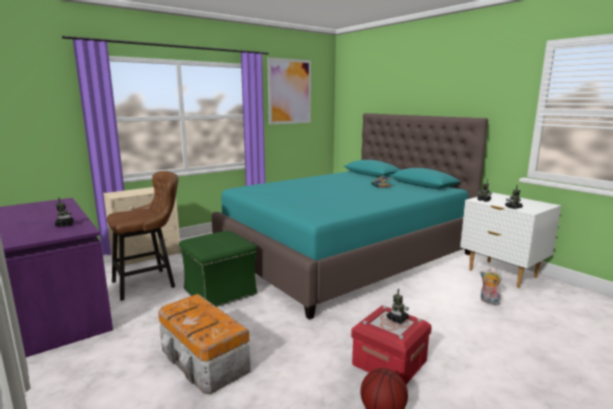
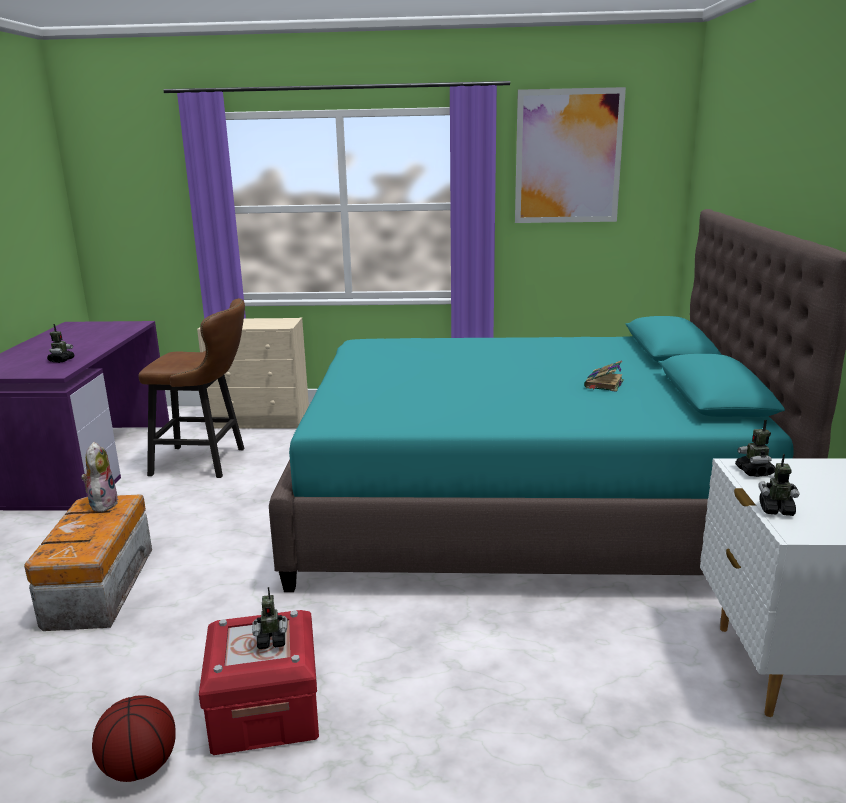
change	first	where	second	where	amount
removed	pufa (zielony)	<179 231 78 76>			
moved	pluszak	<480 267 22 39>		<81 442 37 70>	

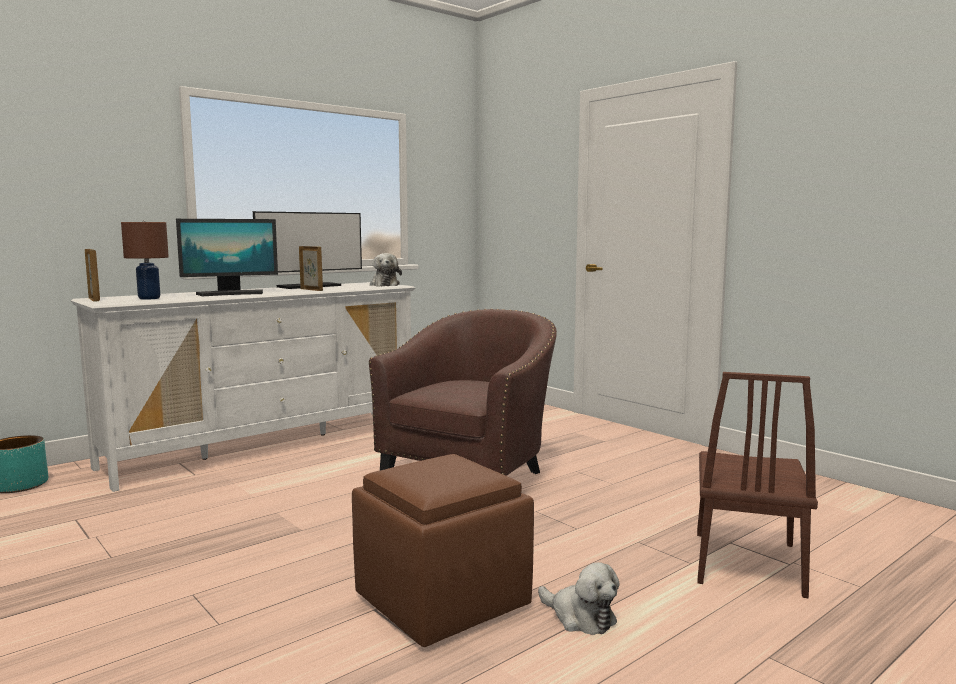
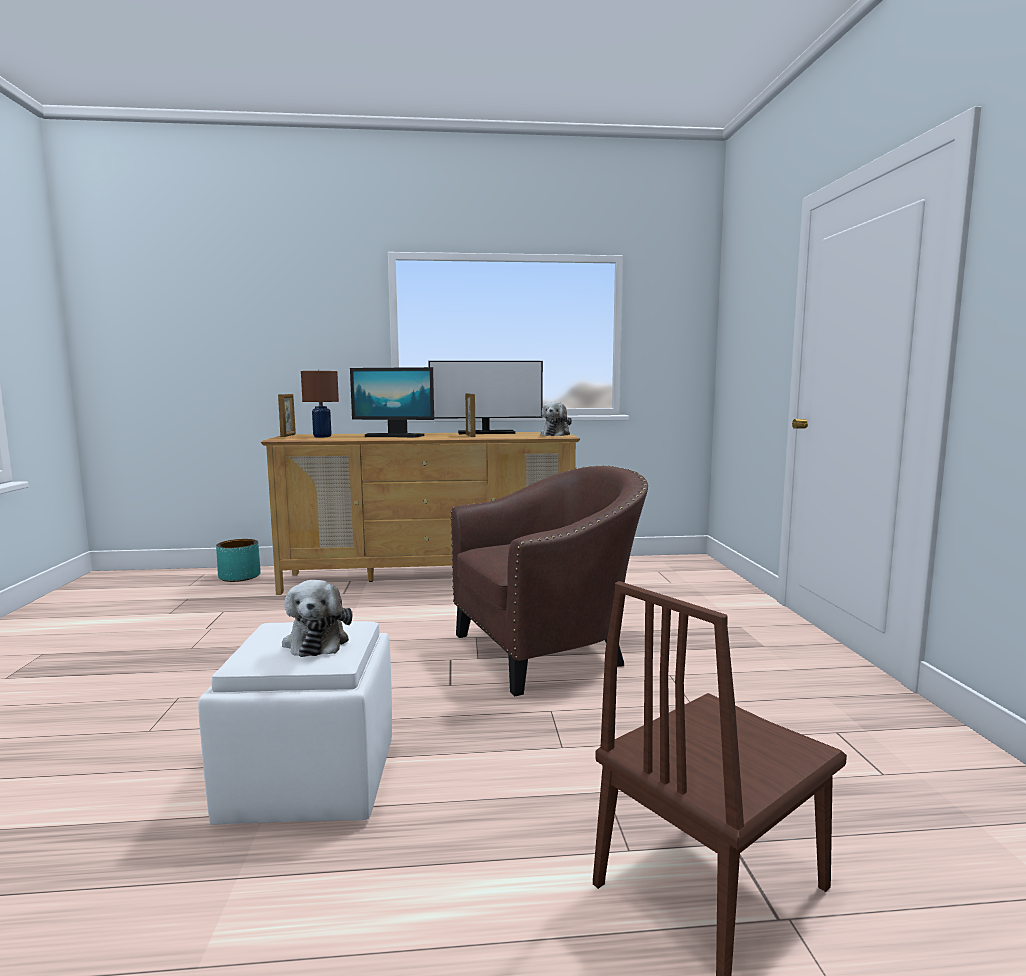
change	first	where	second	where	amount
recoloured	komoda (biały)	<71 282 345 210>	komoda (brązowy)	<261 432 319 163>	
recoloured	pufa (brązowy)	<352 454 182 193>	pufa (biały)	<198 621 194 204>	
moved	pluszak	<538 562 82 73>		<282 580 70 77>	

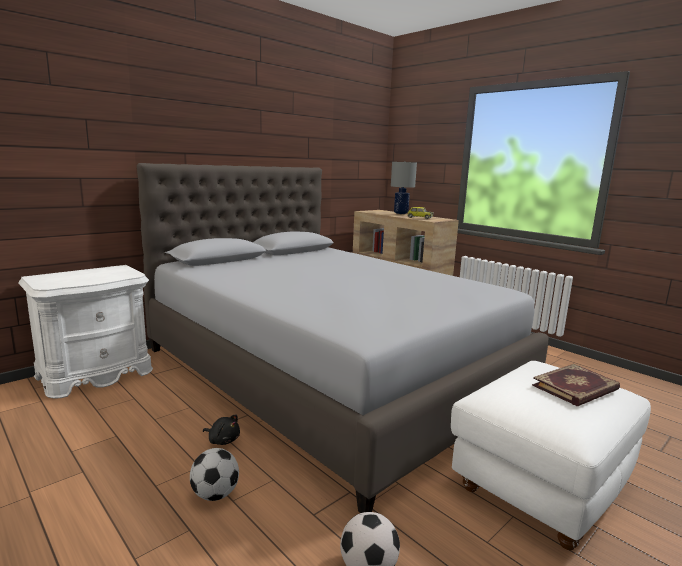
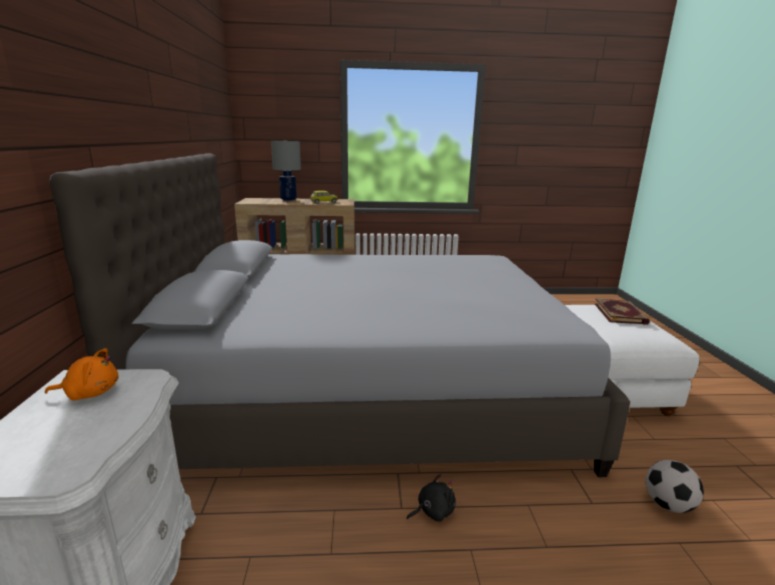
change	first	where	second	where	amount
removed	piłka futbolowa	<190 448 49 53>			
added			pluszak (pomarańczowy)	<45 348 74 52>	

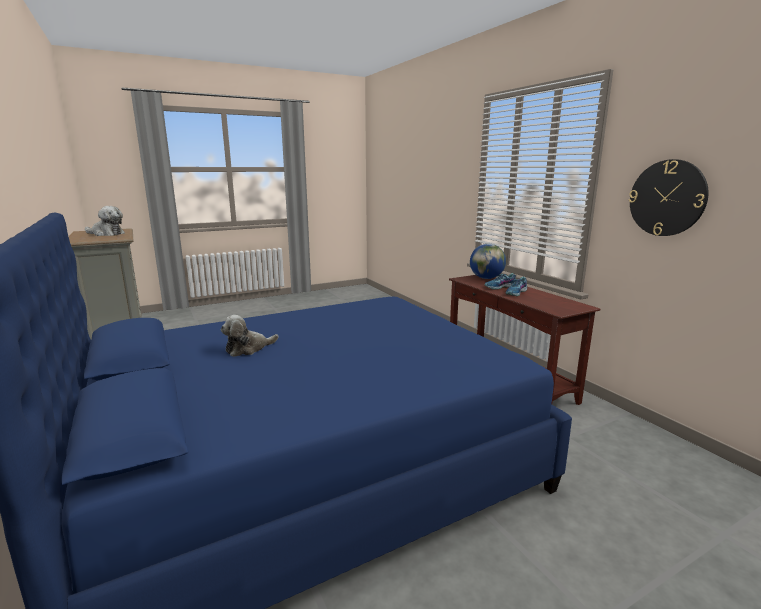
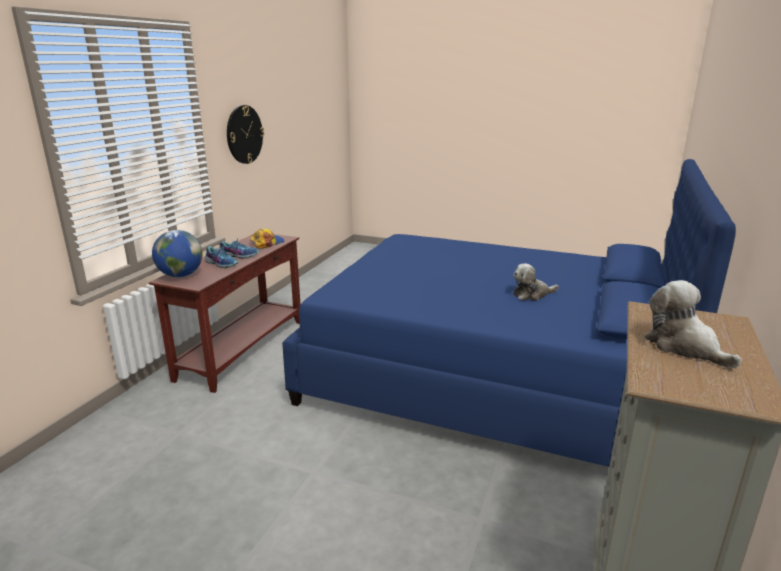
change	first	where	second	where	amount
turned	pluszak	<221 315 58 42>		<513 264 46 37>	150 degrees clockwise
added			czapka z daszkiem	<250 229 35 19>	

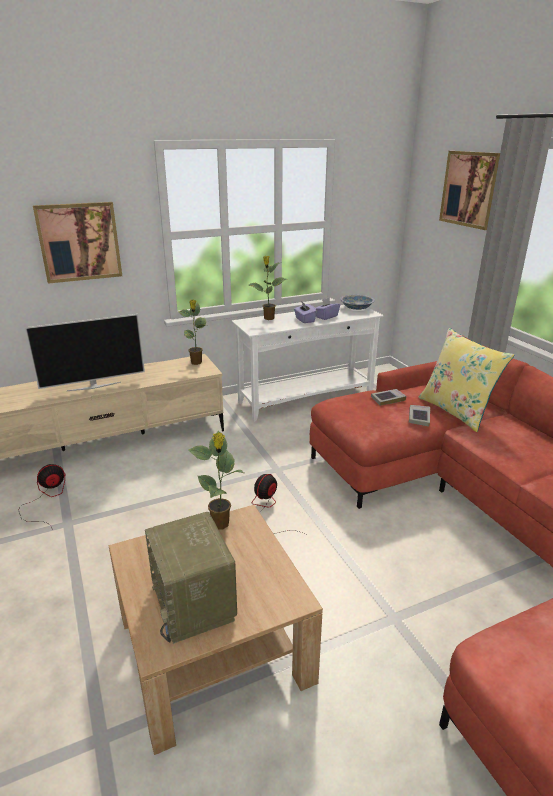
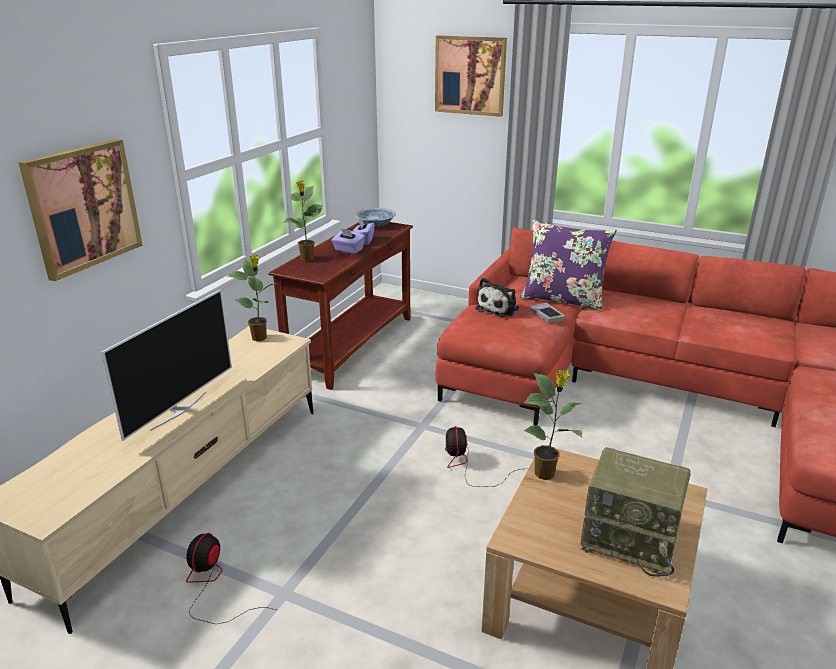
change	first	where	second	where	amount
recoloured	stolik konsolowy (biały)	<231 305 153 117>	stolik konsolowy (brązowy)	<268 222 145 168>	
replaced	książka	<371 389 35 17>	pluszak	<475 278 44 39>	
recoloured	poduszka (żółty)	<418 328 96 104>	poduszka (fioletowy)	<520 220 97 91>	

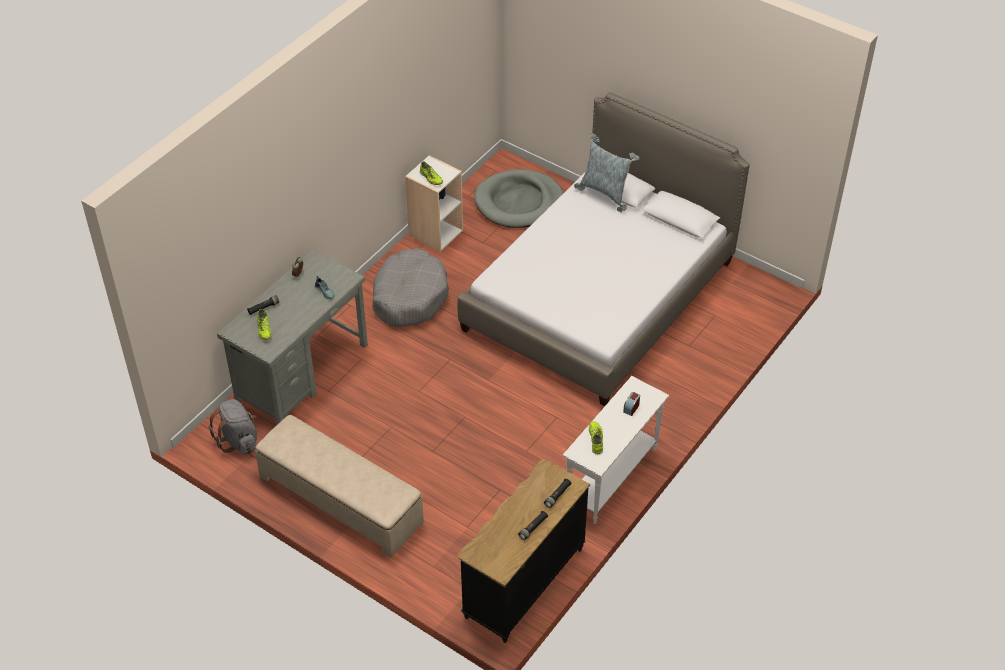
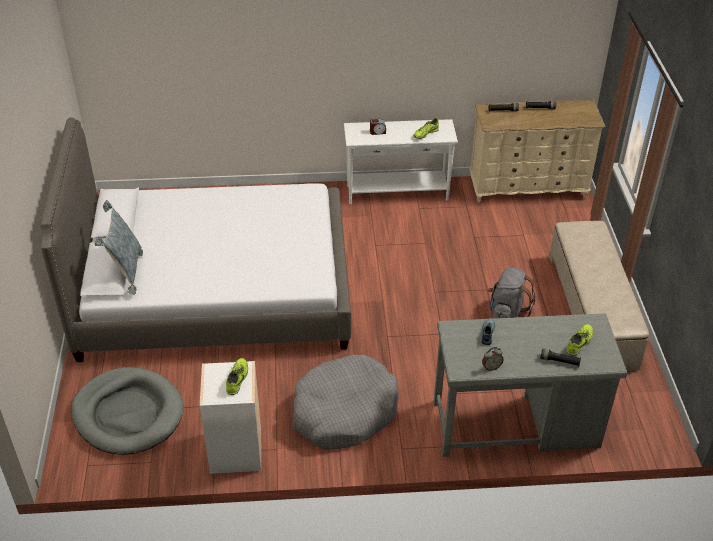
change	first	where	second	where	amount
moved	plecak (szary)	<209 399 48 56>		<488 268 47 51>	
recoloured	komoda (czarny)	<458 459 133 184>	komoda (beżowy)	<469 100 136 103>	

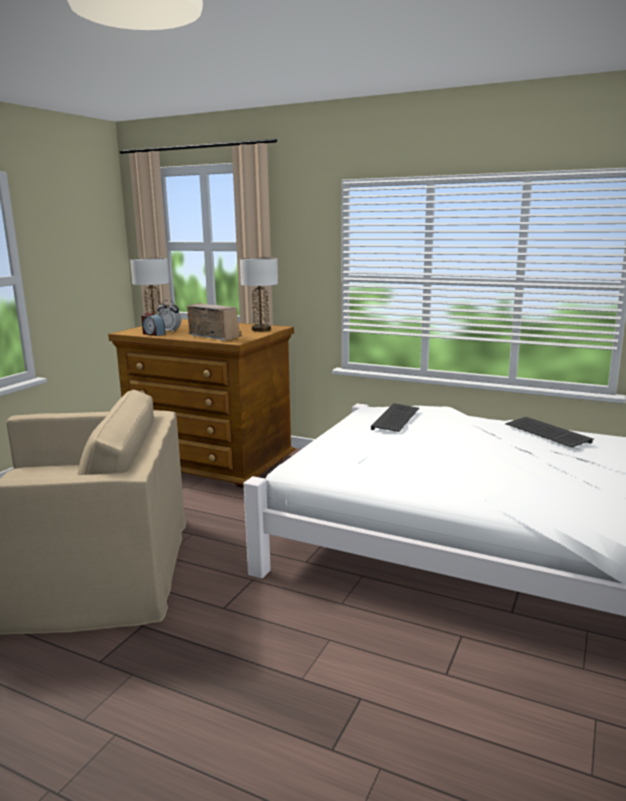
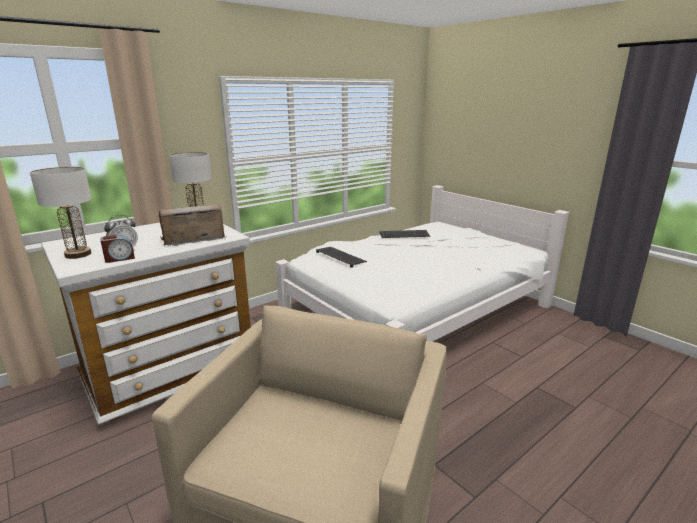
change	first	where	second	where	amount
recoloured	komoda (brązowy)	<108 319 187 169>	komoda (biały)	<41 222 210 203>	

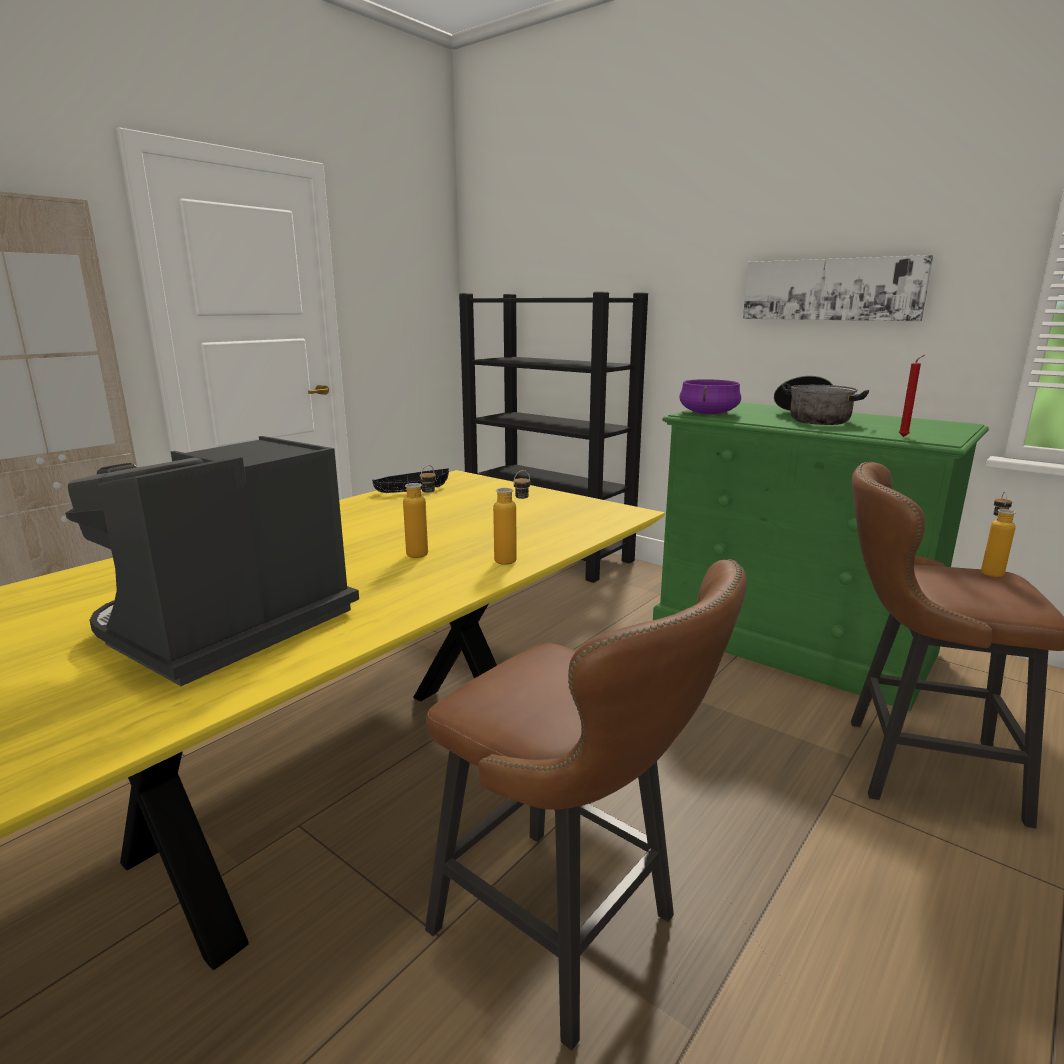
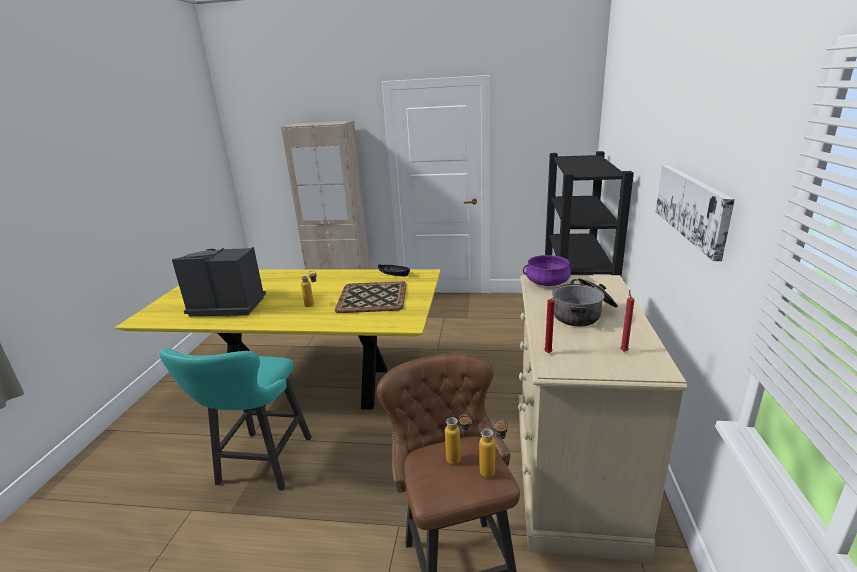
change	first	where	second	where	amount
recoloured	stołek (brązowy)	<425 559 322 492>	stołek (turkusowy)	<159 348 153 143>	
moved	butelka	<493 470 37 95>		<445 415 27 50>	
recoloured	komoda (zielony)	<653 403 336 308>	komoda (beżowy)	<518 275 170 287>	
added			taca	<335 281 72 32>	
added			świeca (czerwony)	<620 290 15 62>	

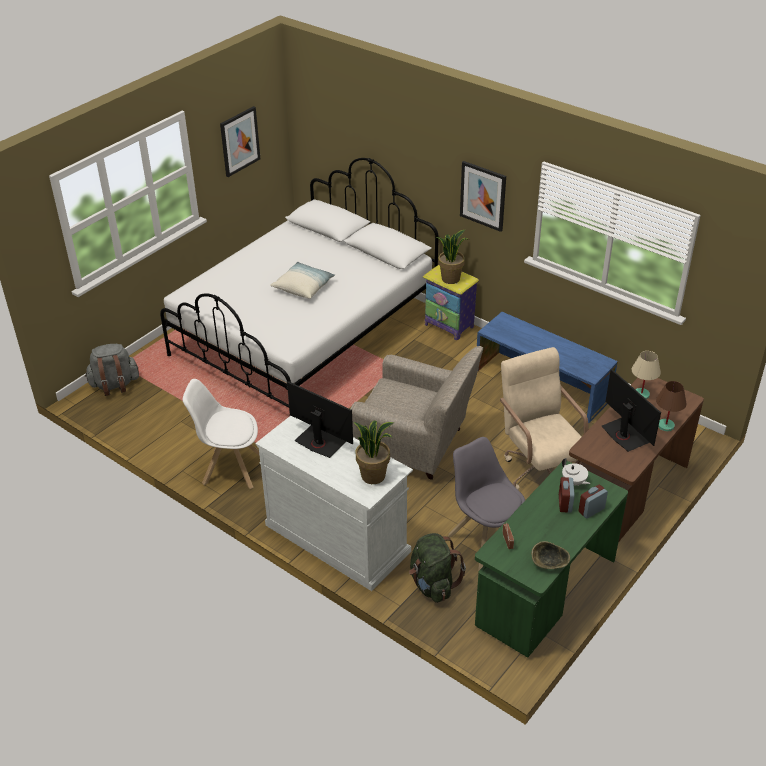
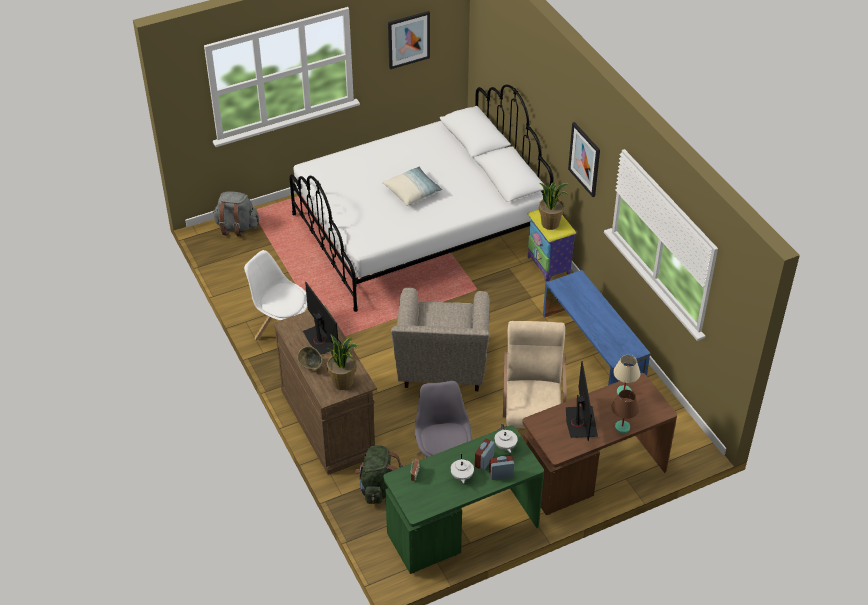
change	first	where	second	where	amount
recoloured	komoda (biały)	<255 416 158 175>	komoda (brązowy)	<273 305 104 170>	
turned	fotel (beżowy)	<351 346 132 134>		<391 288 99 103>	45 degrees clockwise
moved	miska	<531 541 39 28>		<297 346 26 24>	
added			imbryk (biały)	<450 453 24 31>	

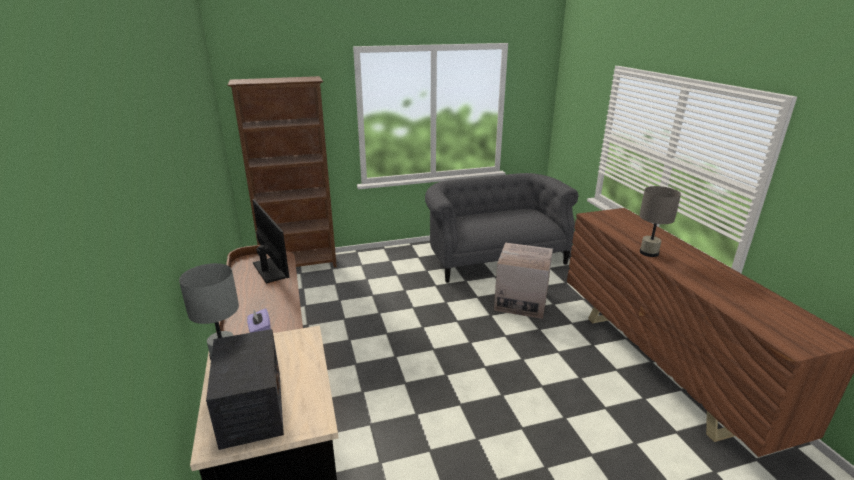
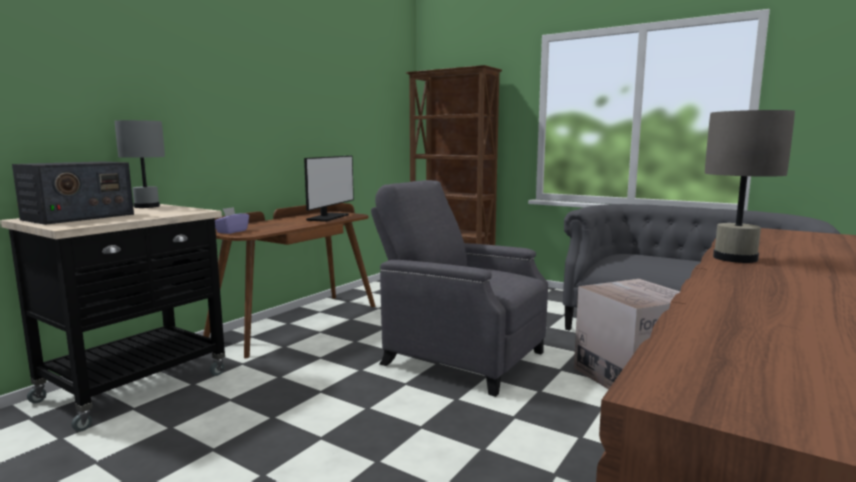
change	first	where	second	where	amount
added			fotel (szary)	<371 180 177 217>	

